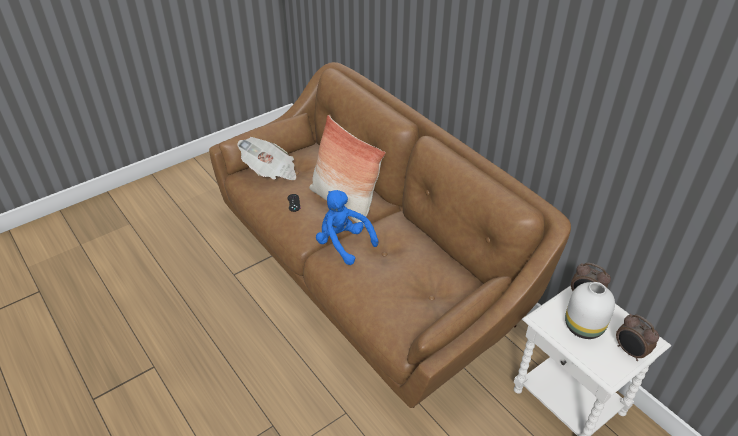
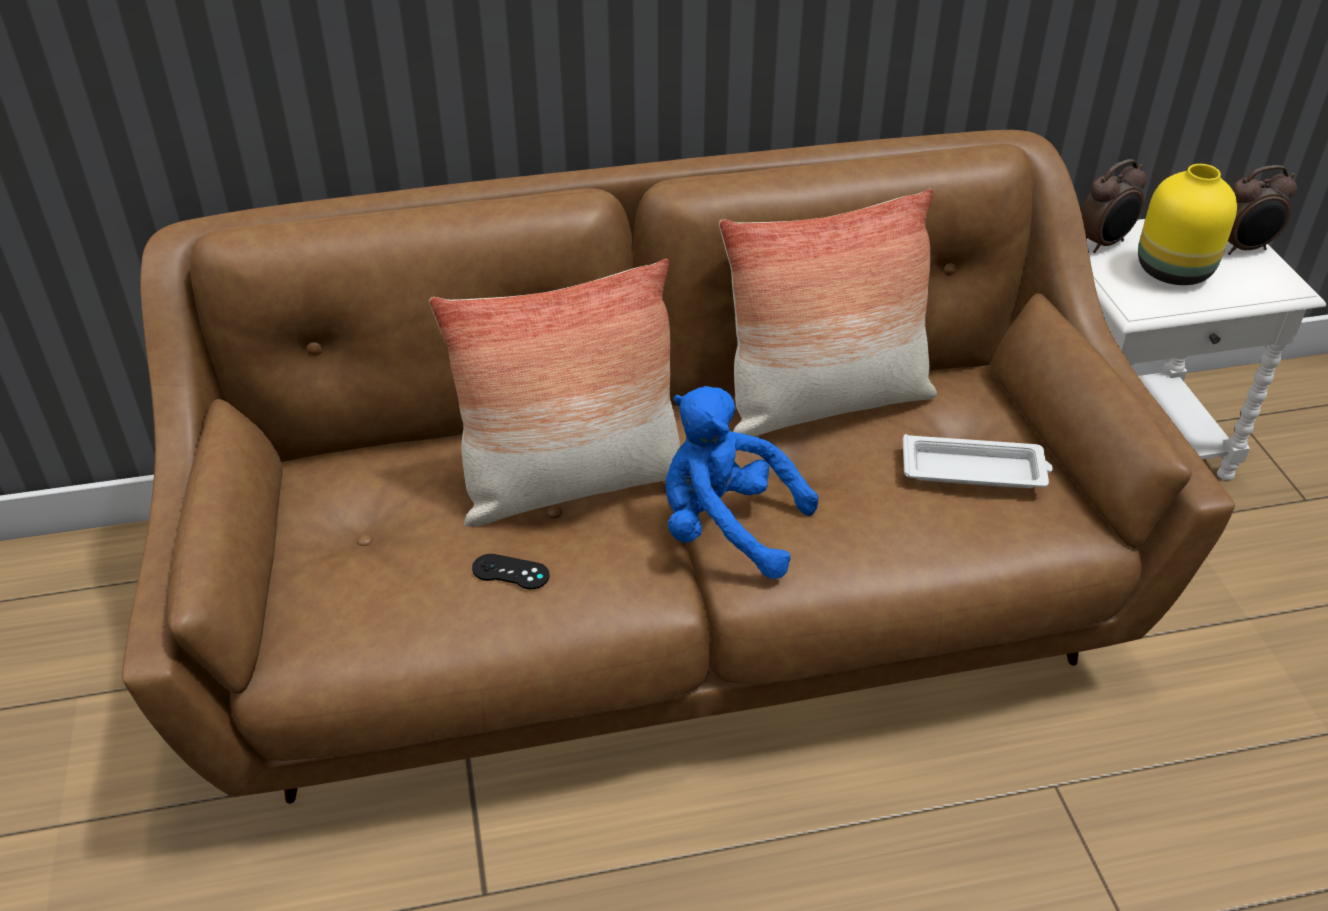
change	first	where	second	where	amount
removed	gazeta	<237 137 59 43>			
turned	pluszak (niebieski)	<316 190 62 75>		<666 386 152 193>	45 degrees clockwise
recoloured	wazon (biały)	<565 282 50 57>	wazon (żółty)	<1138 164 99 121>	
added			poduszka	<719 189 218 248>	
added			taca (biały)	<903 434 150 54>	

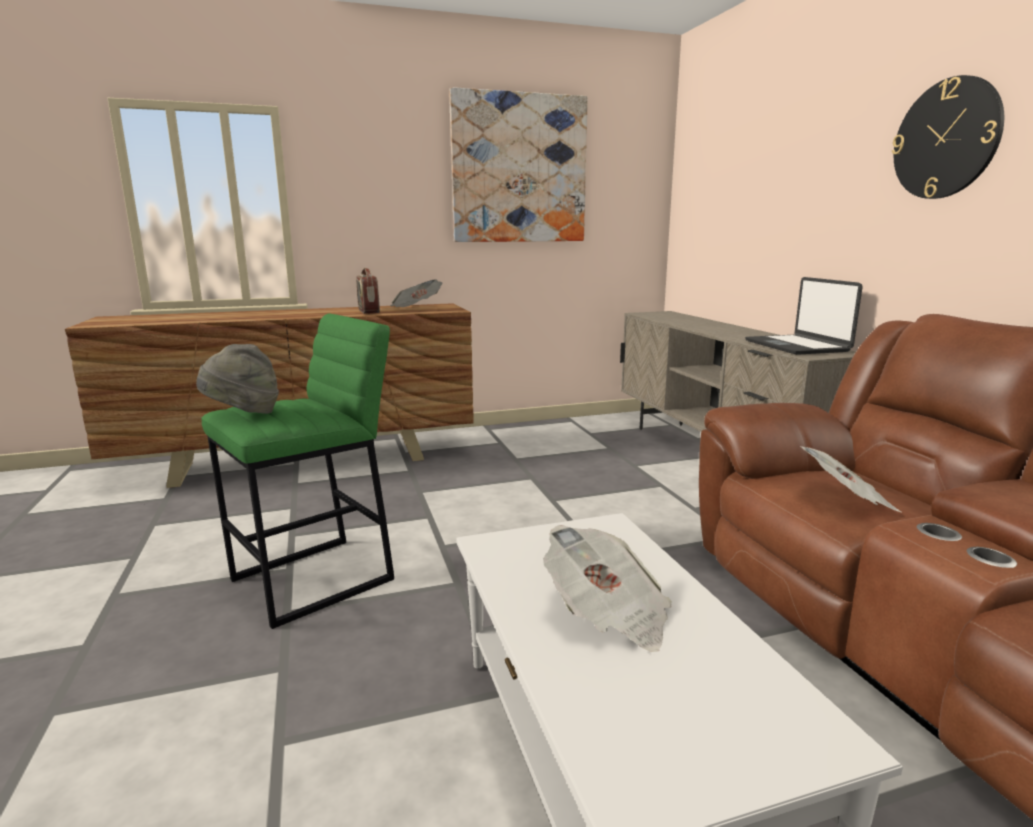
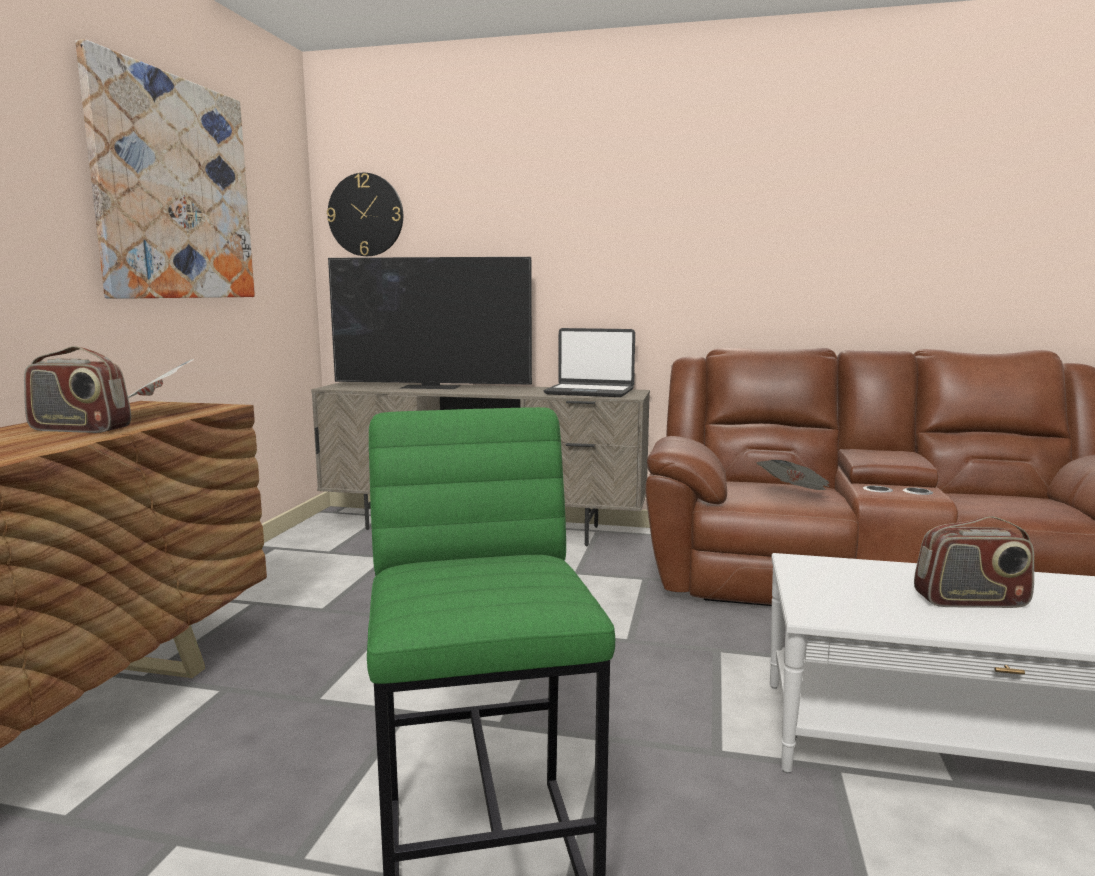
change	first	where	second	where	amount
removed	kapelusz (szary)	<196 344 83 70>			
replaced	gazeta	<543 525 129 127>	radio	<914 516 120 92>	
moved	zegar ścienny	<892 75 112 124>		<327 173 76 83>	
added			telewizor	<328 257 204 132>	

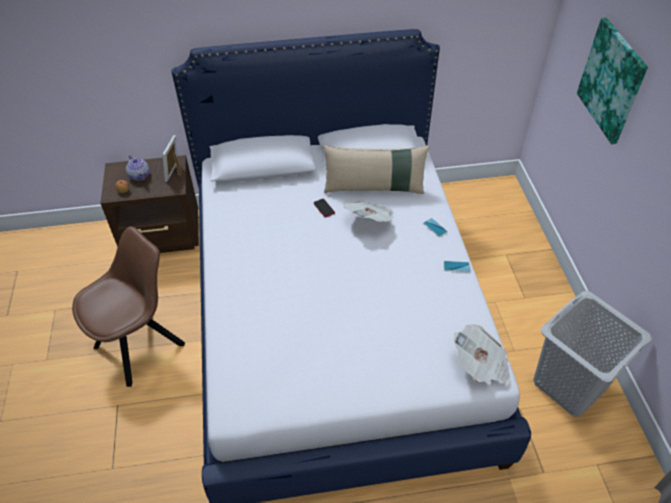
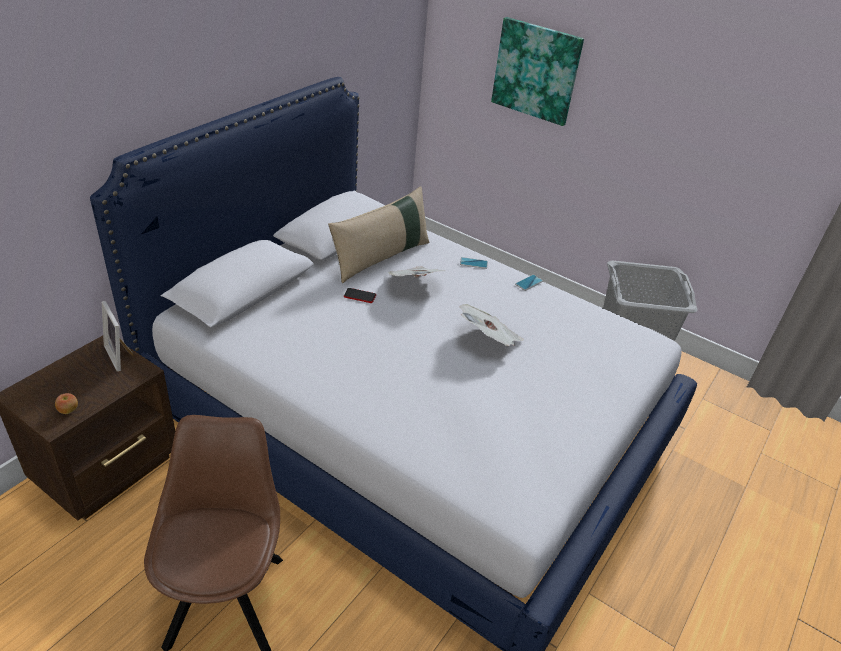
change	first	where	second	where	amount
removed	imbryk	<126 155 24 26>			
moved	gazeta	<454 324 57 61>		<459 304 65 43>	

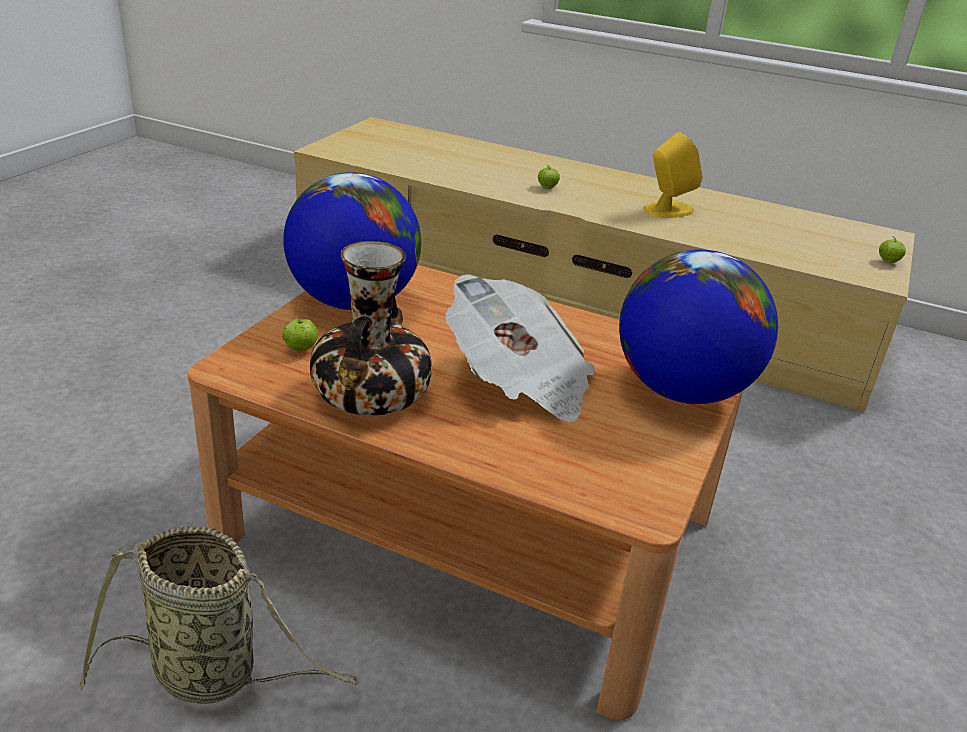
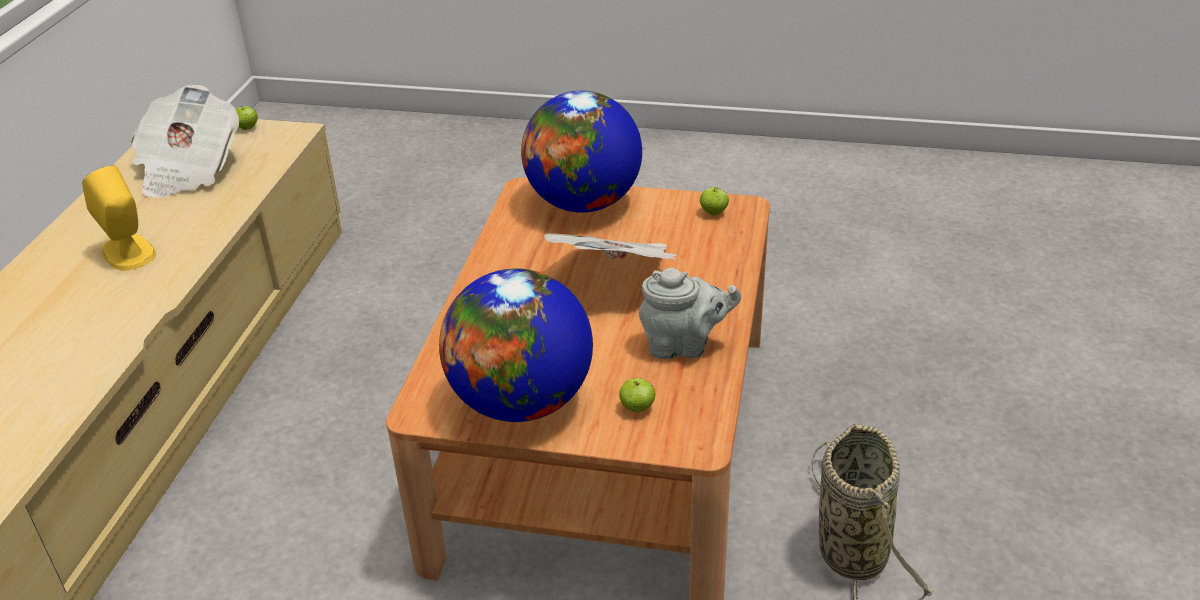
change	first	where	second	where	amount
replaced	wazon	<310 241 122 175>	imbryk (szary)	<639 268 103 91>	
moved	jabłko	<538 167 22 22>		<700 187 29 28>	
added			gazeta	<131 85 108 113>	

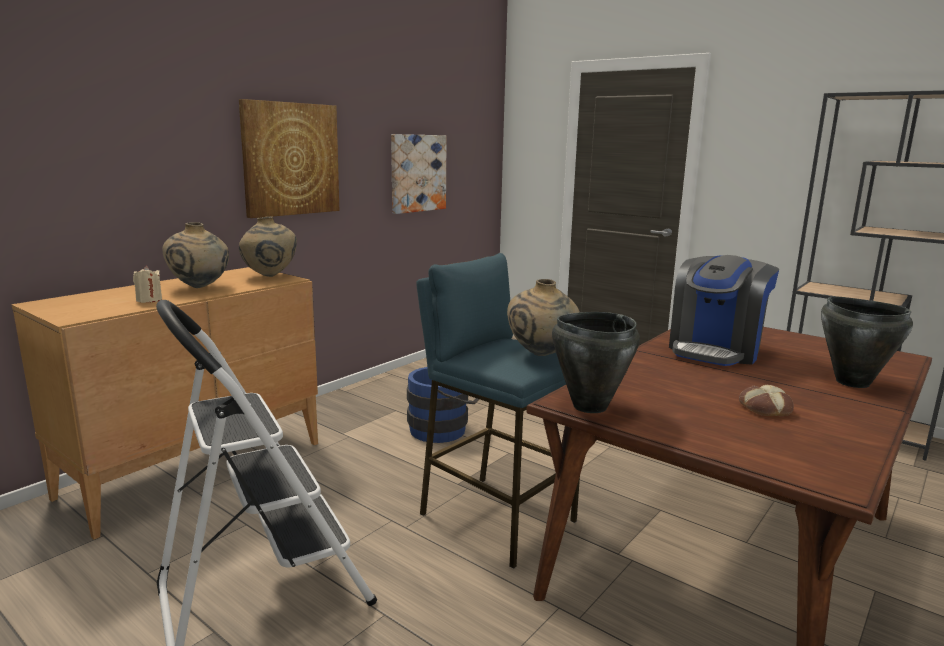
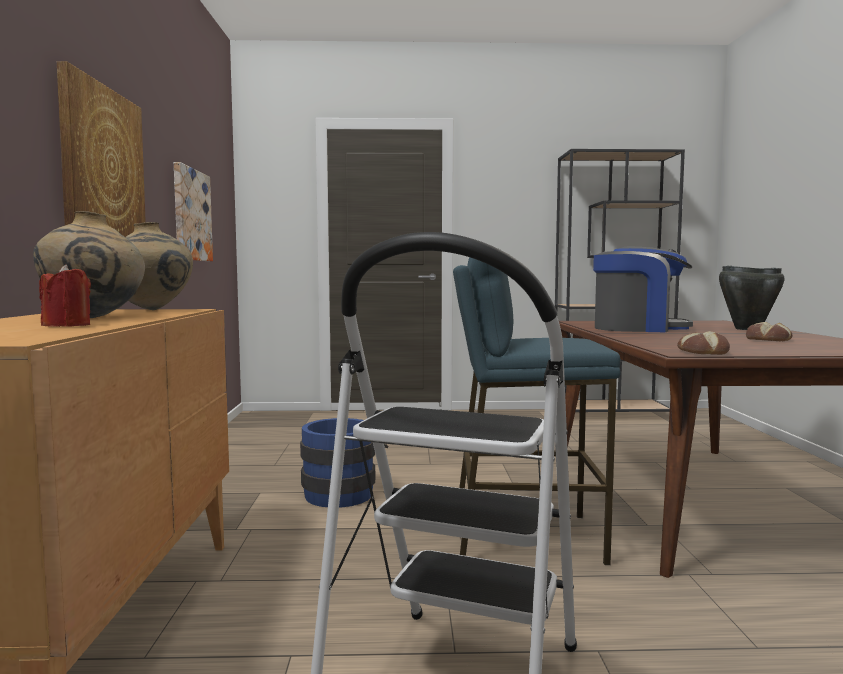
change	first	where	second	where	amount
recoloured	świeca (beżowy)	<133 266 29 37>	świeca (czerwony)	<39 265 52 62>	
removed	wazon (beżowy)	<507 279 73 77>			
replaced	garnek (czarny)	<552 312 88 101>	chleb	<677 331 53 24>	
turned	ekspres do kawy	<669 255 110 111>		<593 247 100 85>	75 degrees counterclockwise

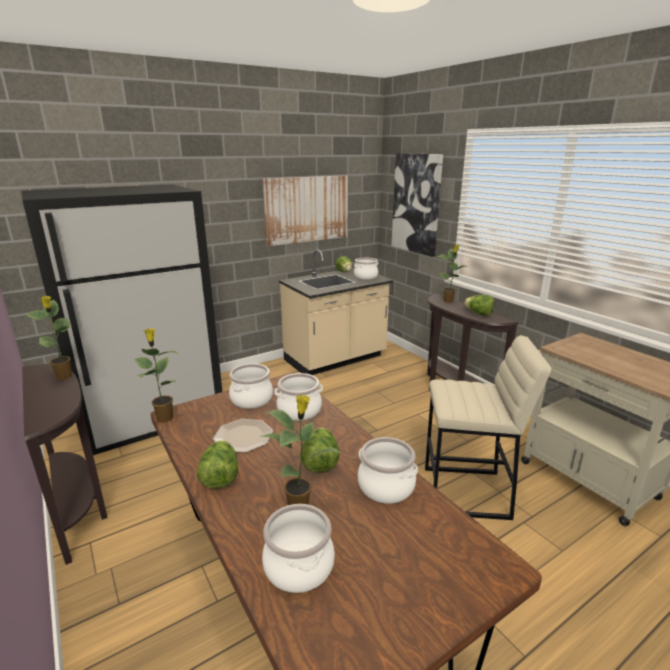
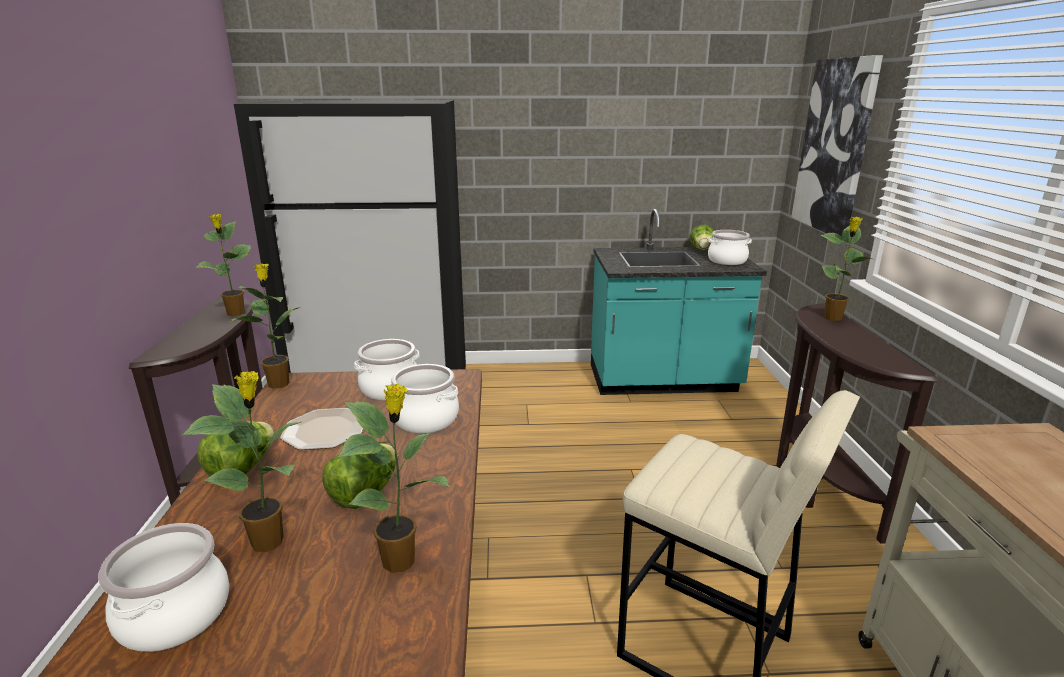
change	first	where	second	where	amount
removed	obraz	<262 175 86 71>			
recoloured	zabudowa kuchenna (beżowy)	<279 249 114 126>	zabudowa kuchenna (turkusowy)	<591 209 176 186>	
replaced	garnek	<358 437 60 67>	roślina doniczkowa	<337 383 113 190>	
removed	sałata	<464 295 31 21>			

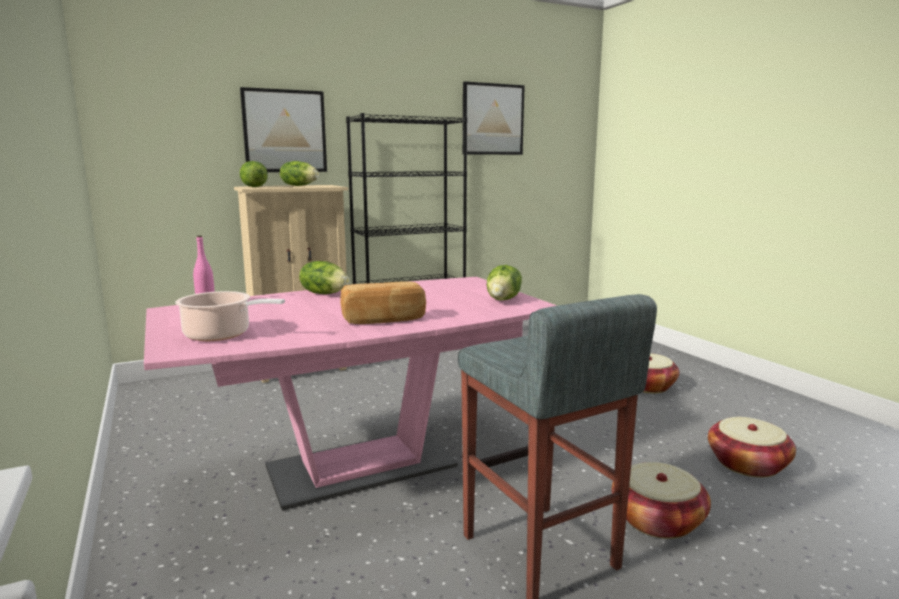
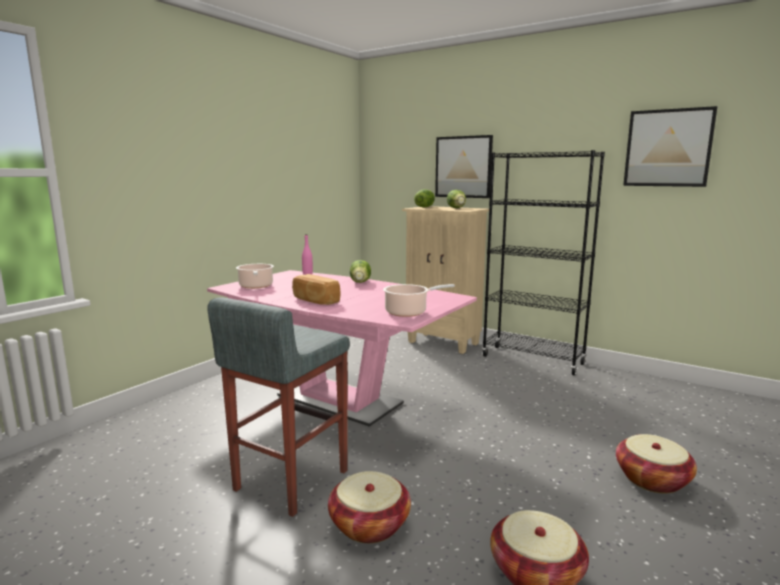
change	first	where	second	where	amount
replaced	sałata	<487 265 35 36>	garnek	<383 284 72 33>	

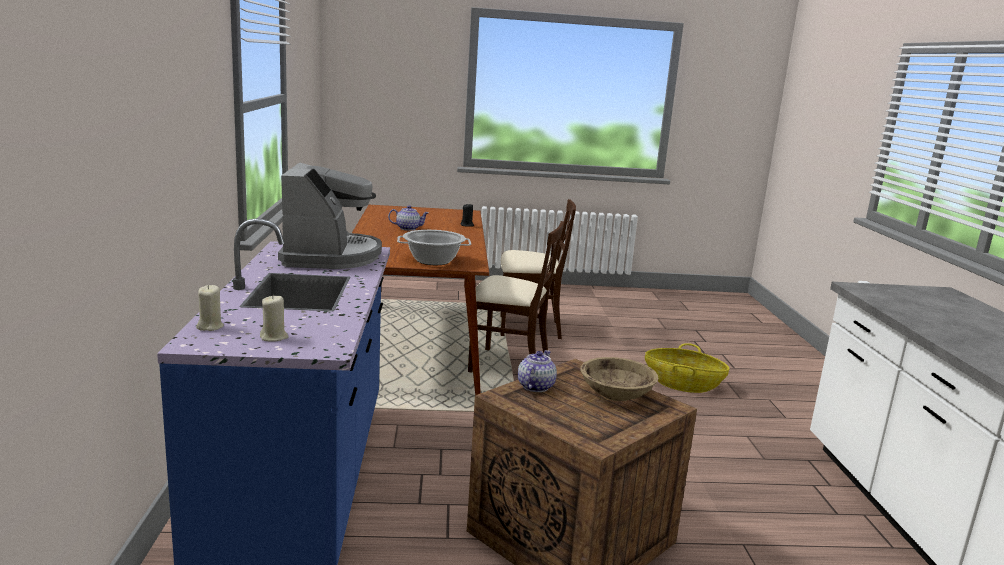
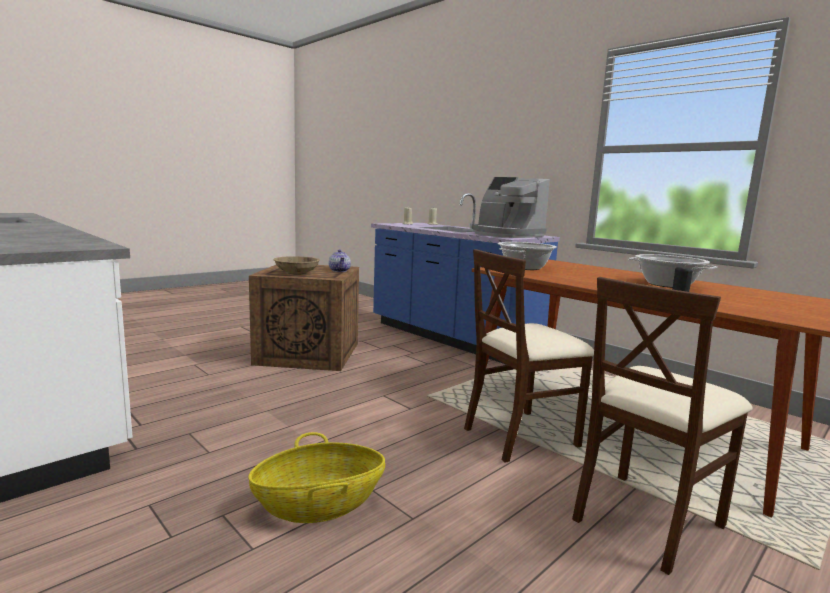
change	first	where	second	where	amount
replaced	imbryk	<388 205 41 26>	garnek	<628 254 89 34>	

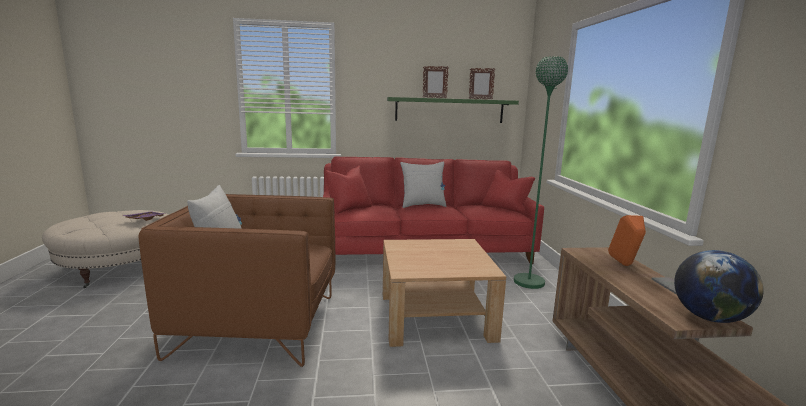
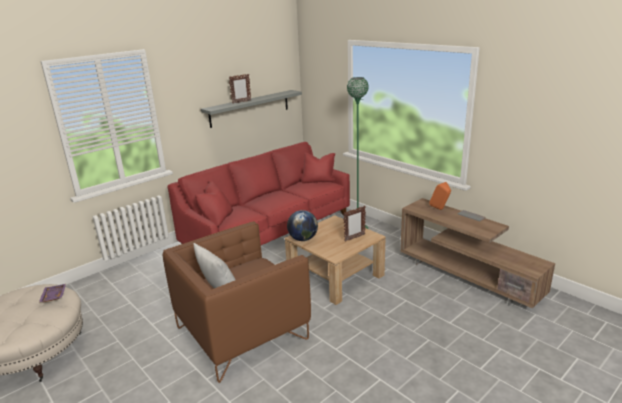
change	first	where	second	where	amount
recoloured	półka (zielony)	<387 97 132 26>	półka (szary)	<201 90 101 38>	
removed	poduszka (szary)	<400 162 47 46>			
moved	ramka na zdjęcie	<469 68 26 32>		<344 206 22 36>	
moved	globus	<674 250 90 73>		<287 210 31 31>	

